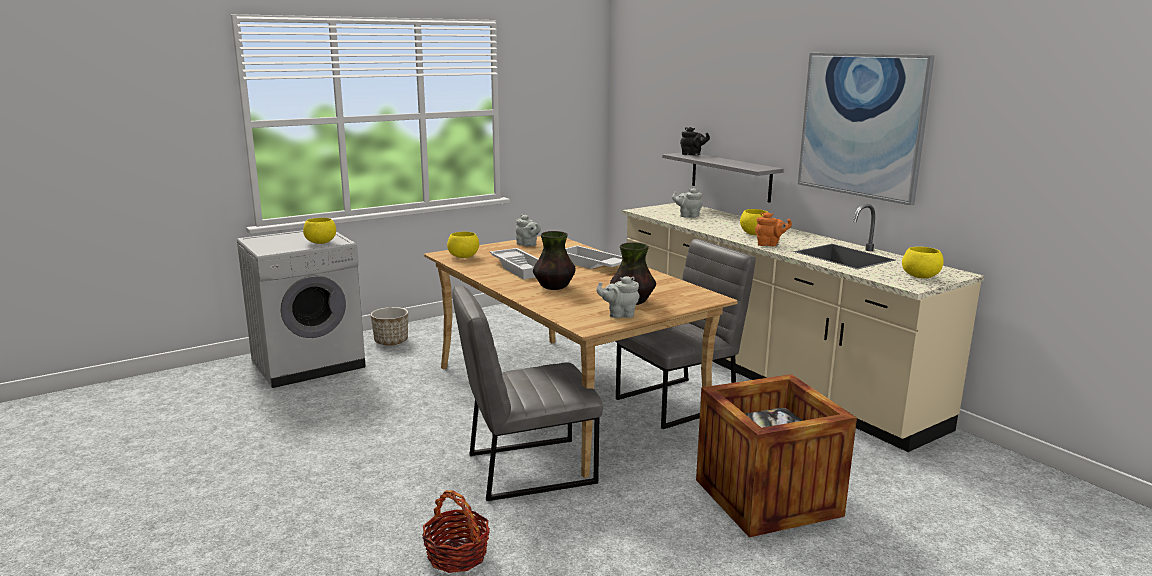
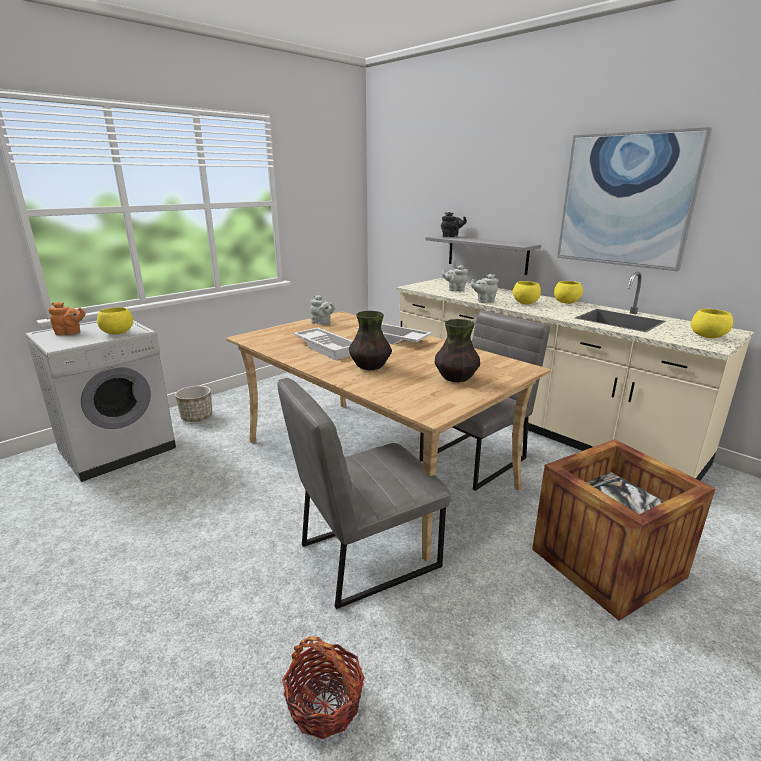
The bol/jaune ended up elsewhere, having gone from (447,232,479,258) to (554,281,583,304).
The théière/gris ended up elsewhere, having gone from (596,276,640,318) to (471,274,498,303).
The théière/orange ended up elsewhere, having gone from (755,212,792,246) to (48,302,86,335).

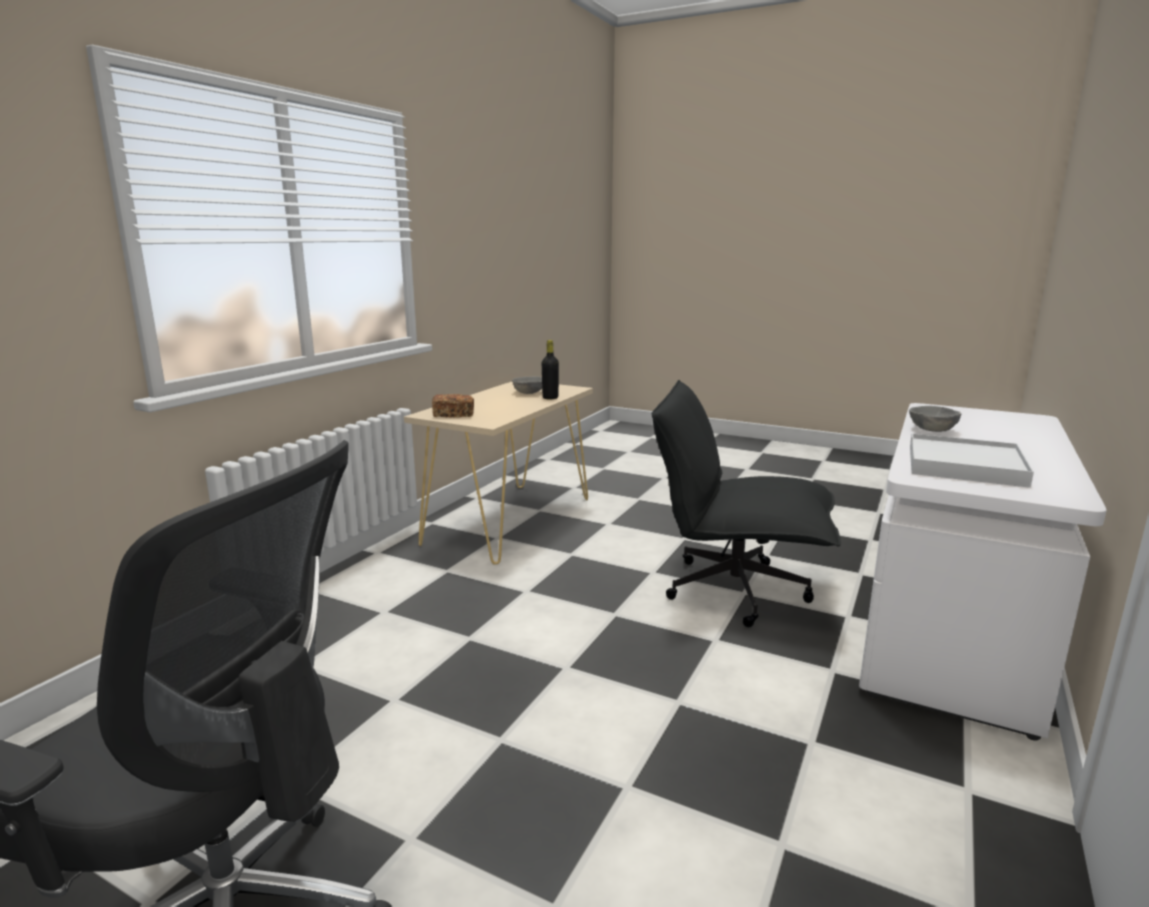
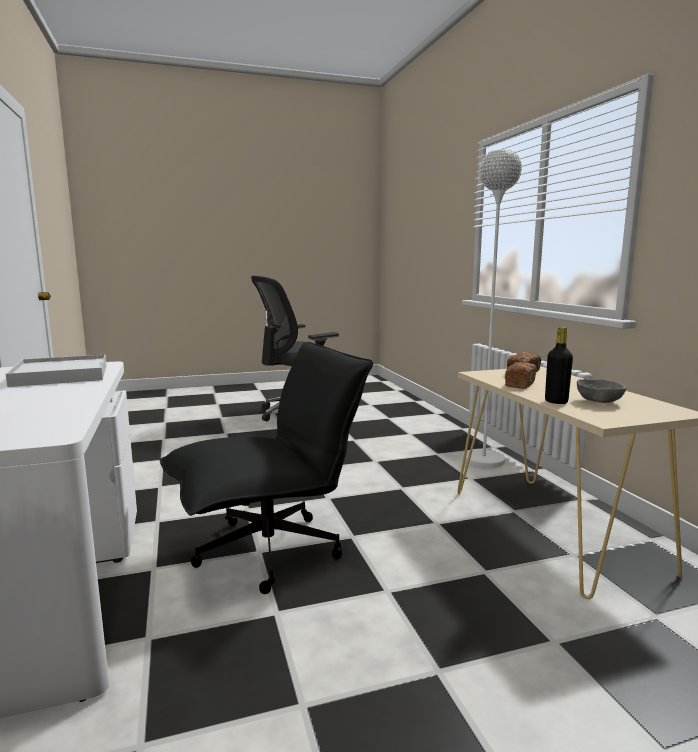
The second view lost the bol/gris at (909,406,961,432).
The second view gained the lampadaire/blanc at (463,149,522,468).
The second view gained the pain at (505,362,536,389).

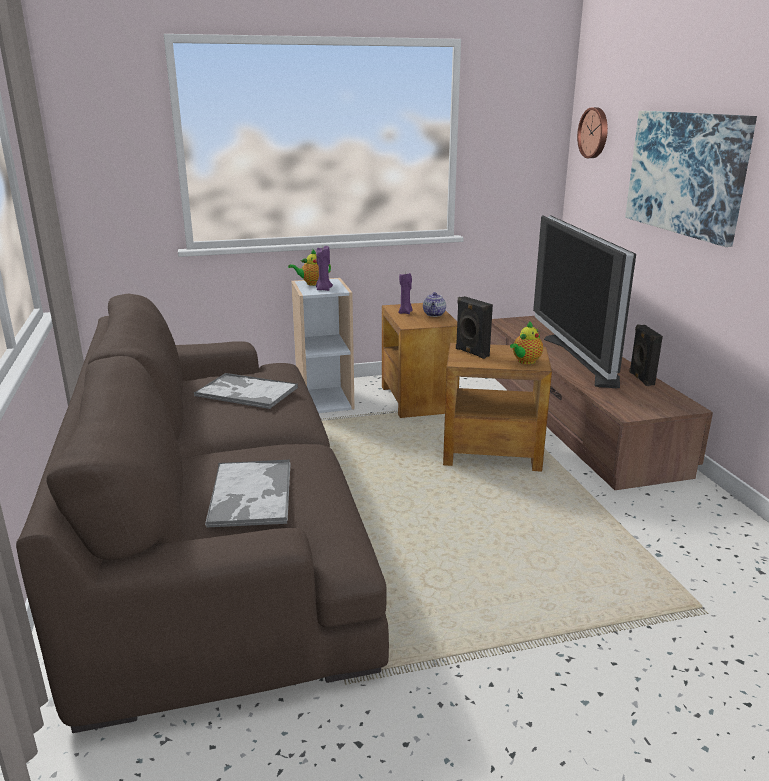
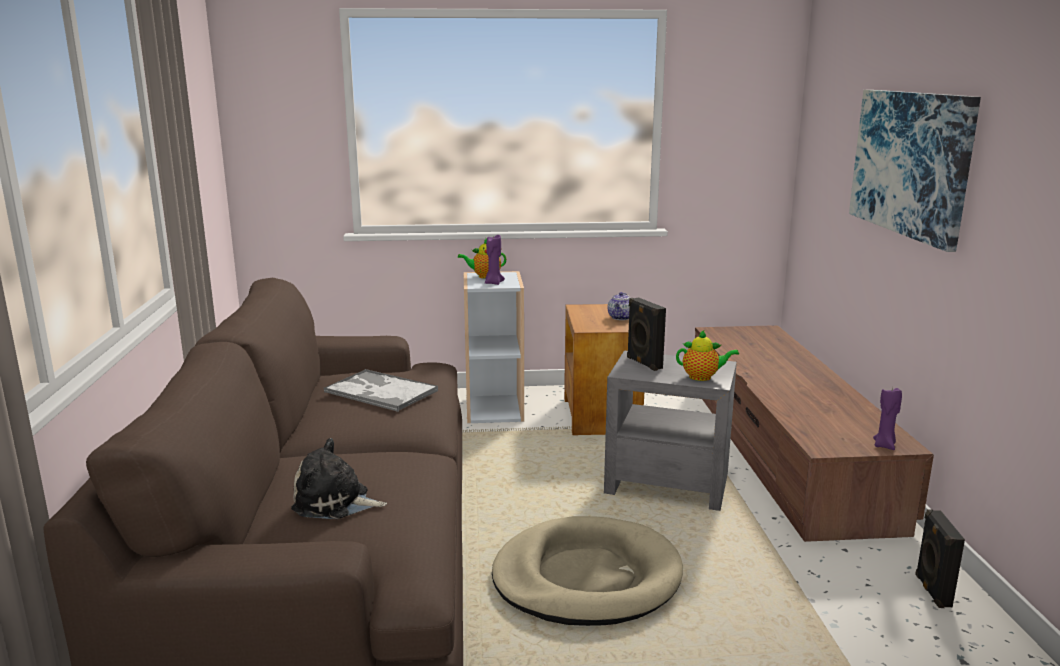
The second view lost the téléviseur at (533,215,636,388).
The second view lost the horloge murale at (577,107,608,158).
The second view gained the panier pour chien/beige at (492,516,683,626).
The bougie/violet ended up elsewhere, having gone from (399,273,413,314) to (873,387,902,450).
The enceinte/noir ended up elsewhere, having gone from (629,324,663,386) to (915,509,965,608).
Where the plateau stood at (205,459,291,528), the peluche came to stand at (291,438,387,519).
What was the table d'appoint/marron at (443,343,552,472) turned into the table d'appoint/gris at (604,350,737,511).
The théière at (510,321,543,364) ended up facing another way, 135 degrees counterclockwise from before.

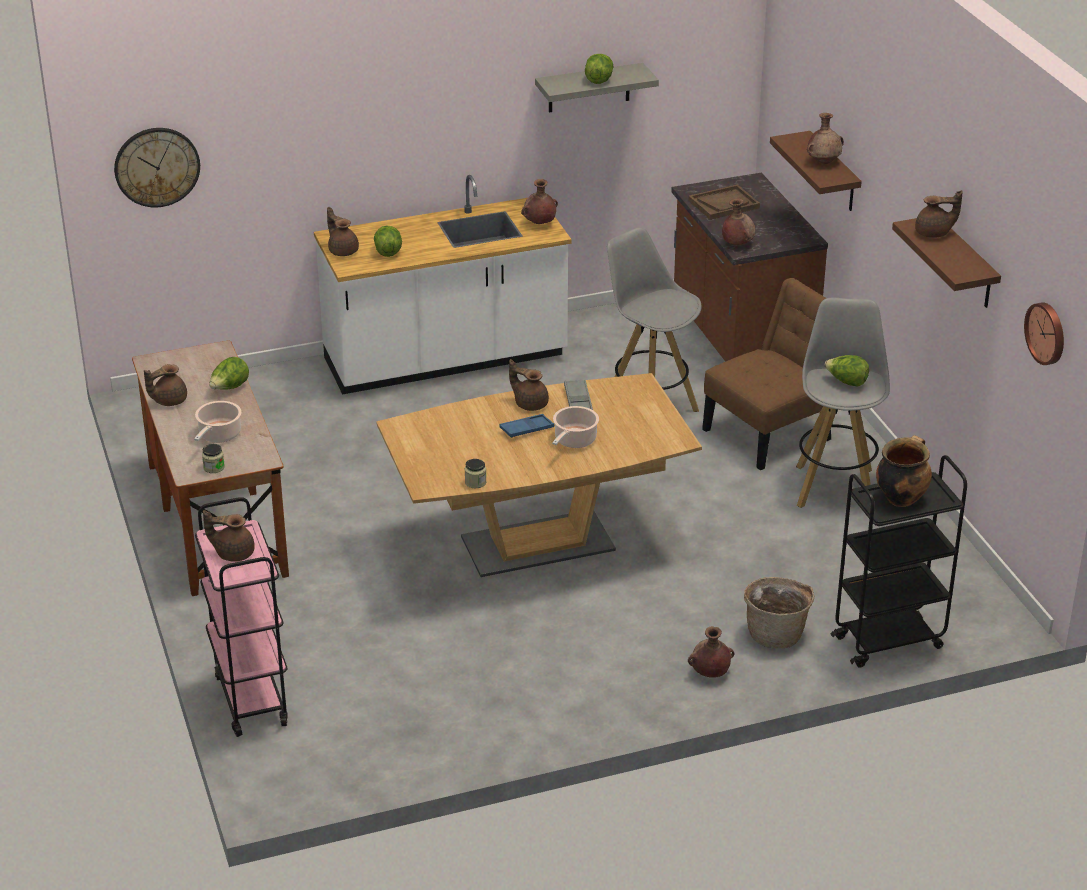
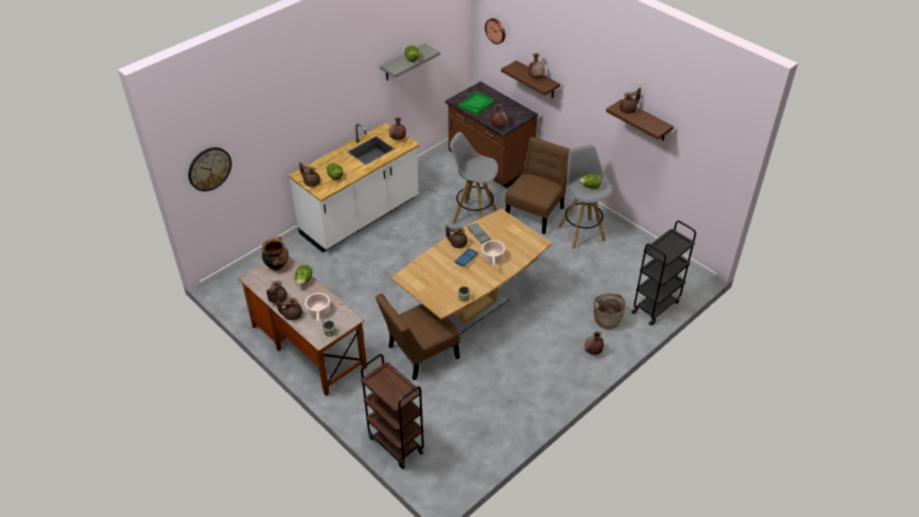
The second view gained the chaise/marron at (375,294,460,380).
The théière/marron ended up elsewhere, having gone from (203,510,255,562) to (276,298,303,320).
The marmite ended up elsewhere, having gone from (876,435,932,507) to (262,235,289,270).
The horloge murale ended up elsewhere, having gone from (1024,302,1064,365) to (485,18,505,44).
What was the chariot/rose at (195,497,288,737) turned into the chariot/marron at (361,354,424,469).
What was the plateau/marron at (688,185,760,220) turned into the plateau/vert at (459,92,494,115).

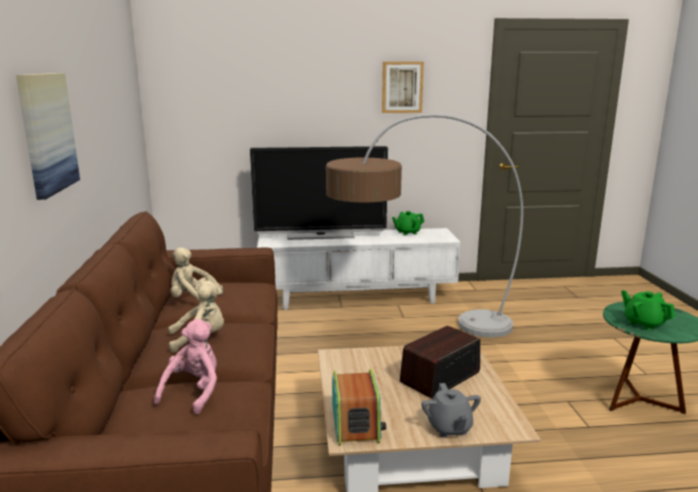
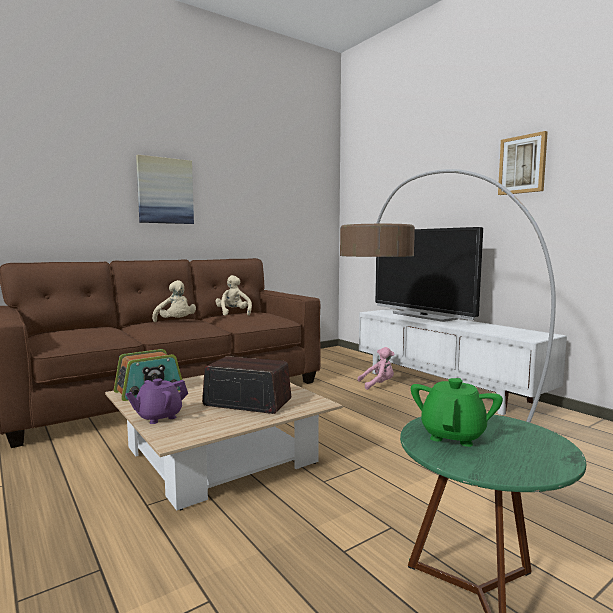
The second view lost the théière/vert at (392,211,424,235).
The peluche/rose ended up elsewhere, having gone from (154,319,217,414) to (357,347,394,390).
What was the théière/gris at (421,383,481,438) turned into the théière/violet at (125,378,188,424).

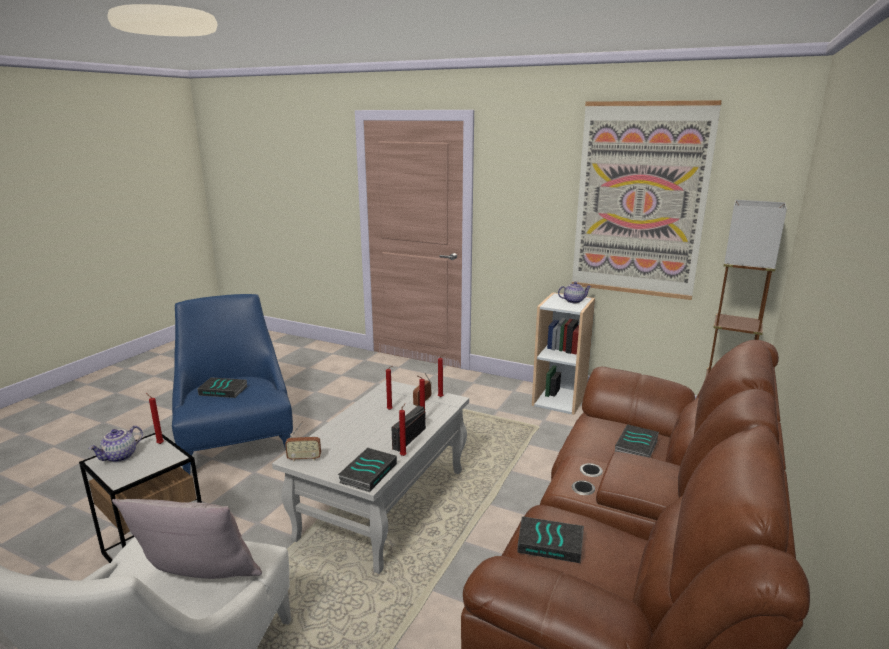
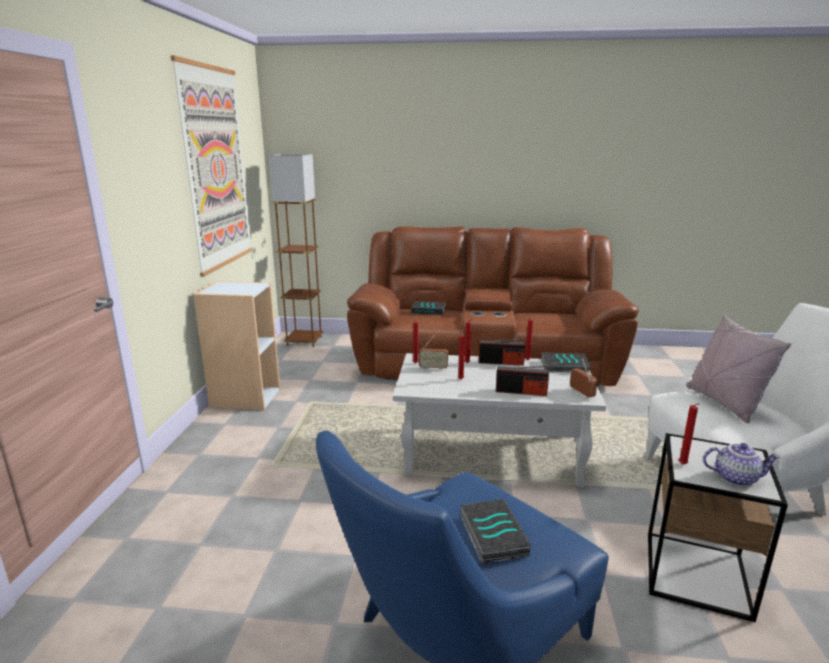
The second view lost the livre at (517,516,584,563).
The second view lost the théière at (558,282,592,303).
The second view gained the radio at (496,366,549,396).

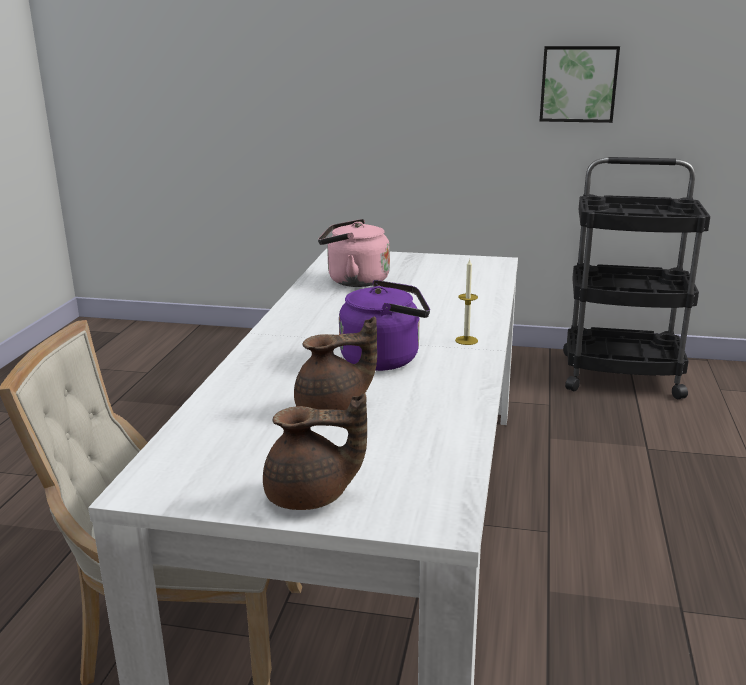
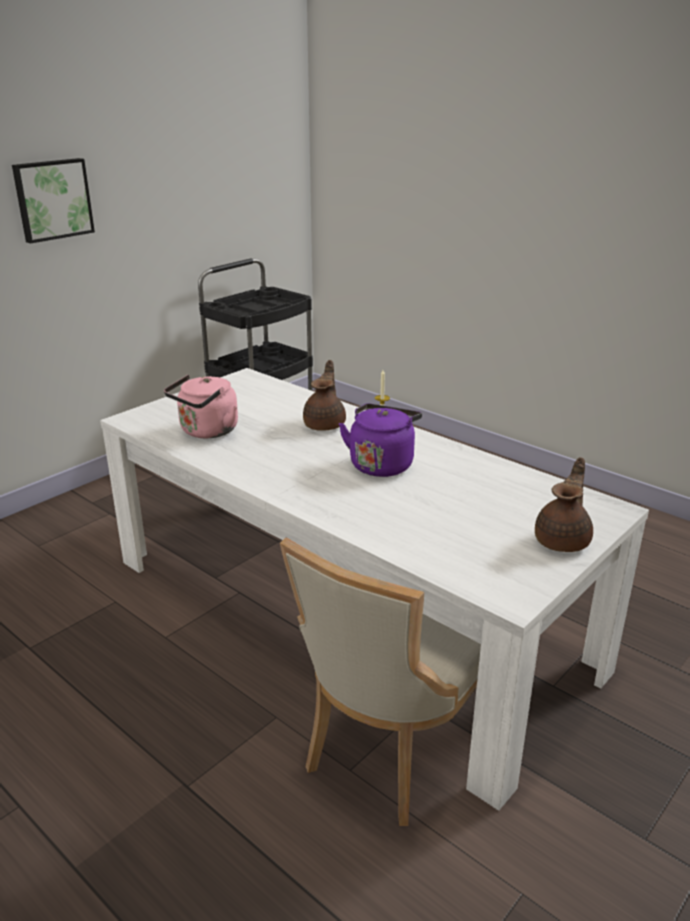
The théière/marron ended up elsewhere, having gone from (294,317,377,410) to (303,360,346,431).
The tableau ended up elsewhere, having gone from (540,46,620,123) to (12,158,95,243).

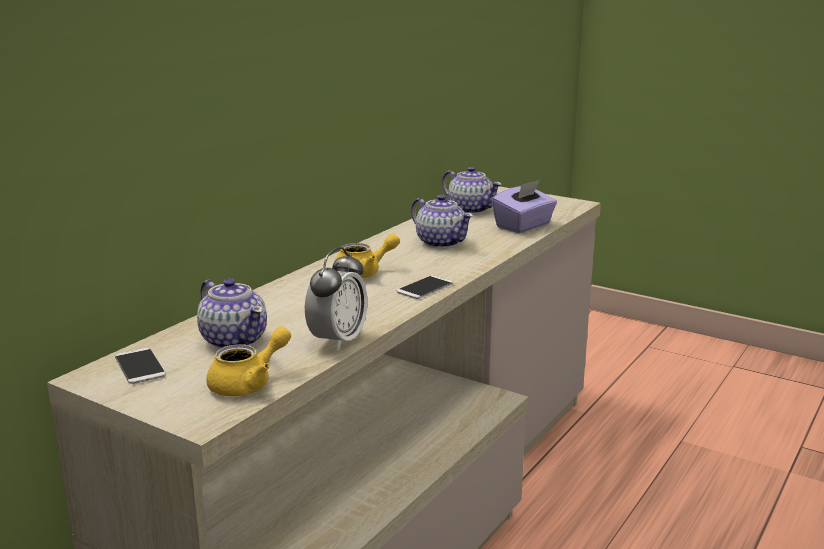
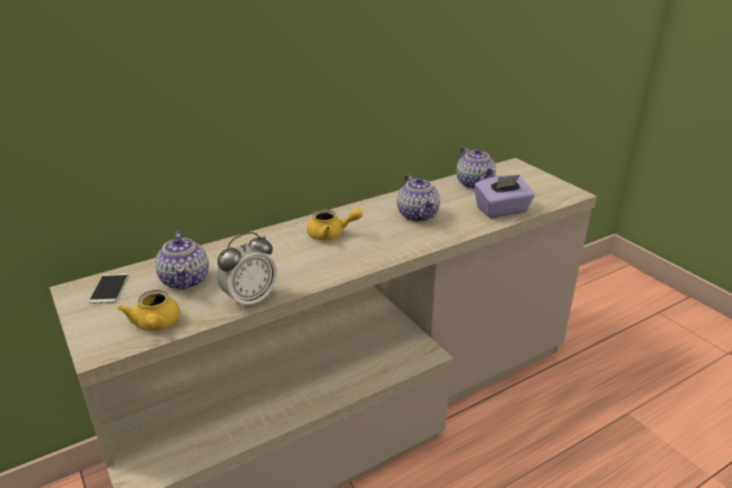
The second view lost the téléphone at (397,275,453,299).
The théière/jaune at (206,326,291,396) ended up facing another way, 90 degrees clockwise from before.

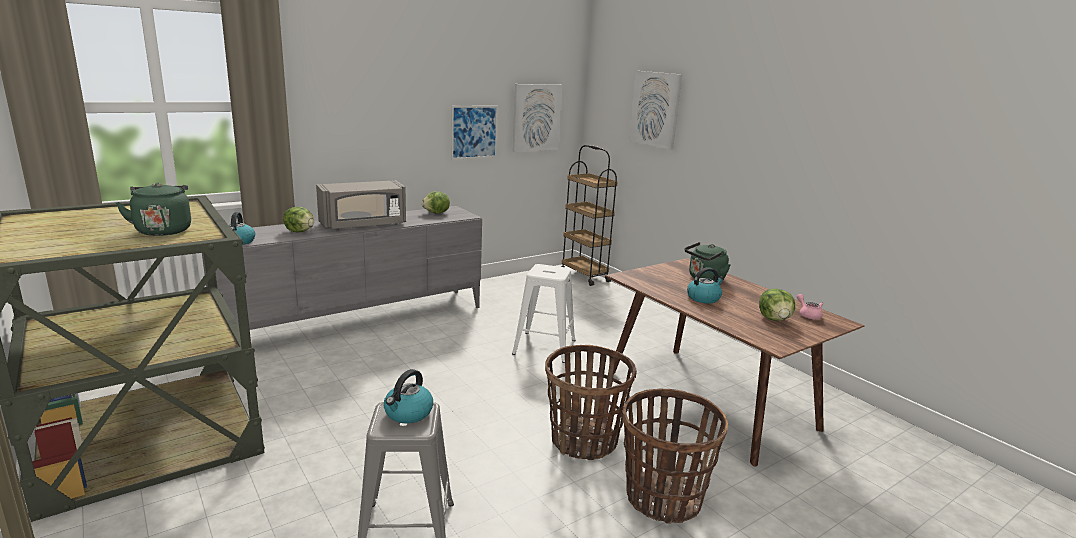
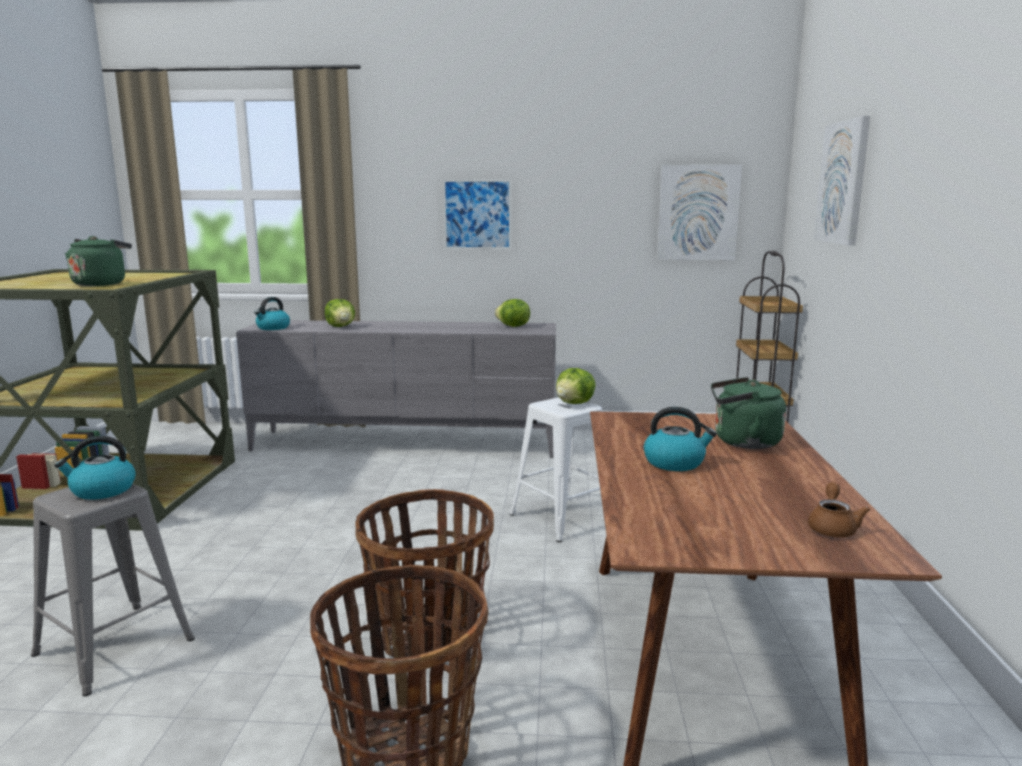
The second view lost the micro-ondes/gris at (316,180,406,230).
The tableau ended up elsewhere, having gone from (451,105,498,160) to (443,179,512,250).
The laitue ended up elsewhere, having gone from (759,288,795,321) to (556,368,596,404).
What was the théière/rose at (797,294,823,319) turned into the théière/marron at (808,482,870,537).

